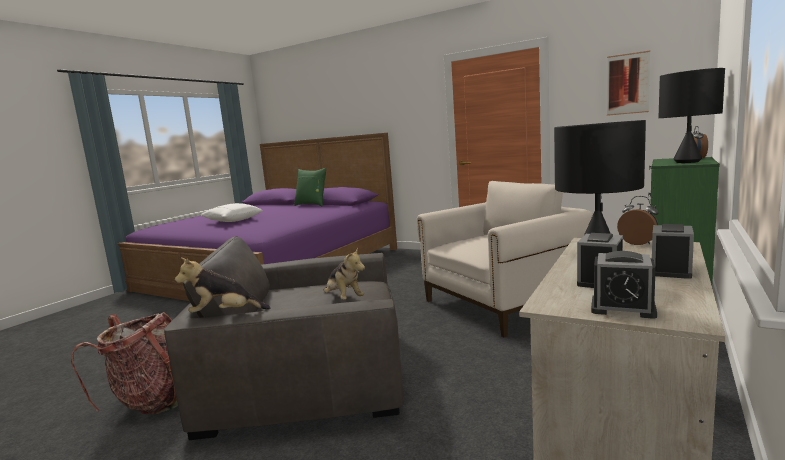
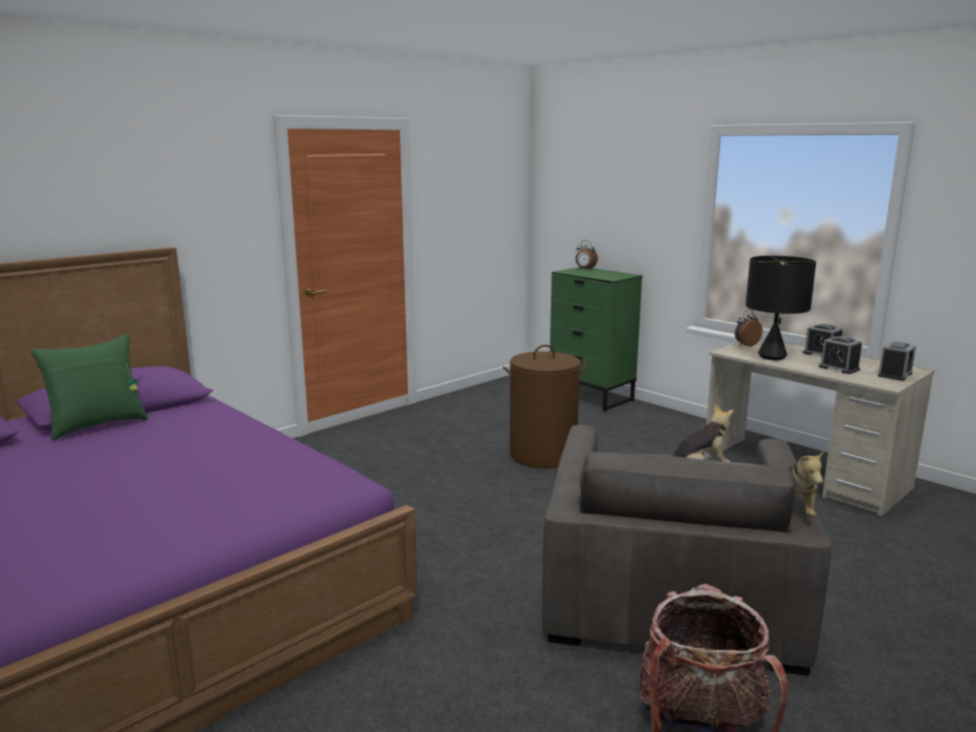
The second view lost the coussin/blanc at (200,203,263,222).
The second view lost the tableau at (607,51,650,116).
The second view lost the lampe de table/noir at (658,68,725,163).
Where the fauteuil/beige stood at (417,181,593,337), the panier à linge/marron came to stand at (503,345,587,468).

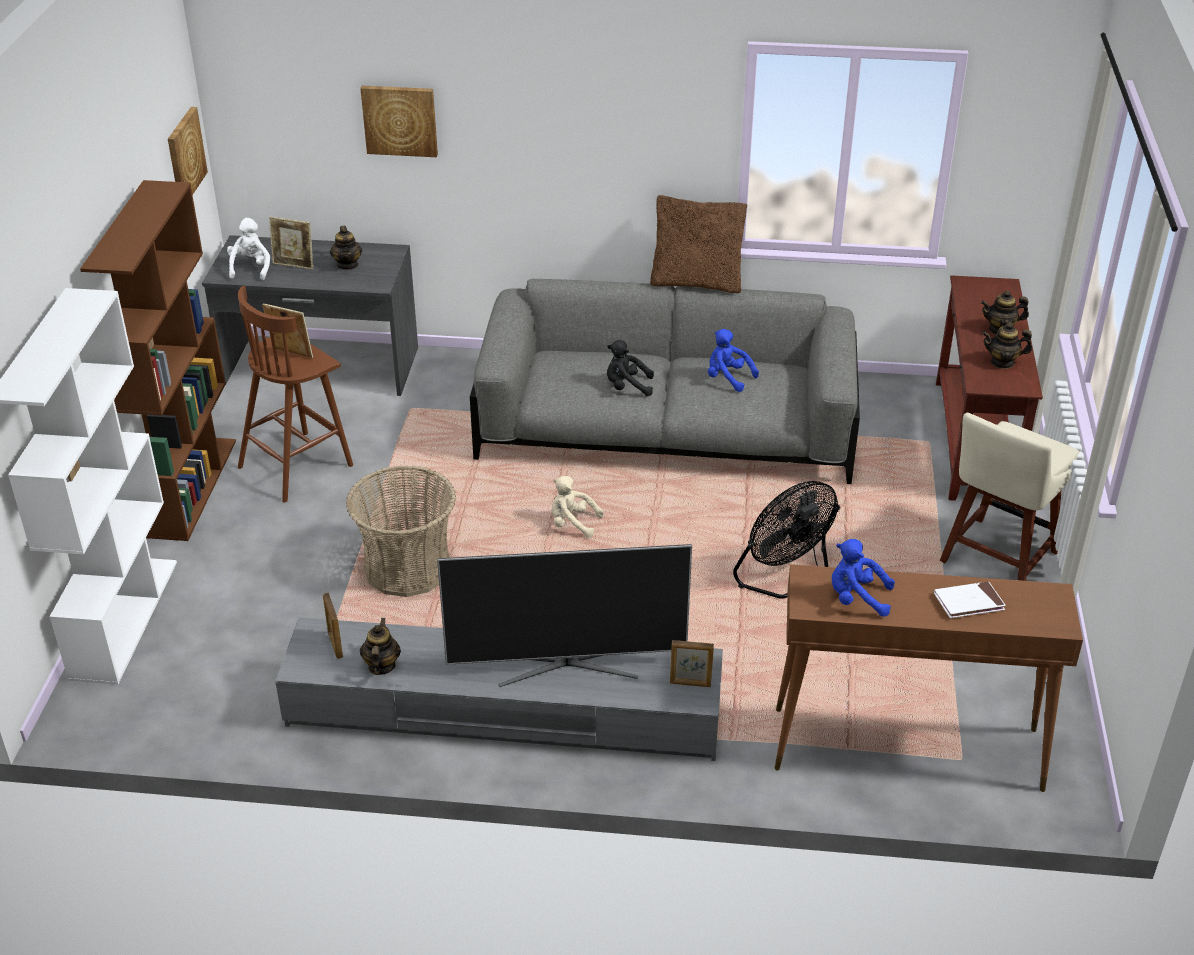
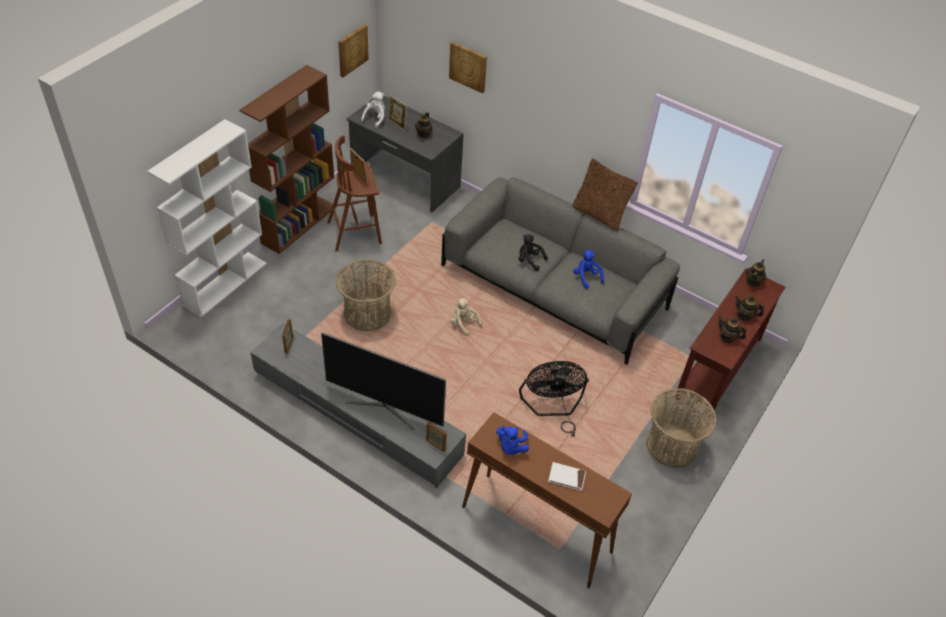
The théière ended up elsewhere, having gone from (360,618,401,675) to (746,260,766,286).
Where the tabouret/beige stood at (940,412,1080,581), the panier came to stand at (646,388,717,468).
The peluche/bleu at (832,539,895,617) ended up facing another way, 120 degrees counterclockwise from before.

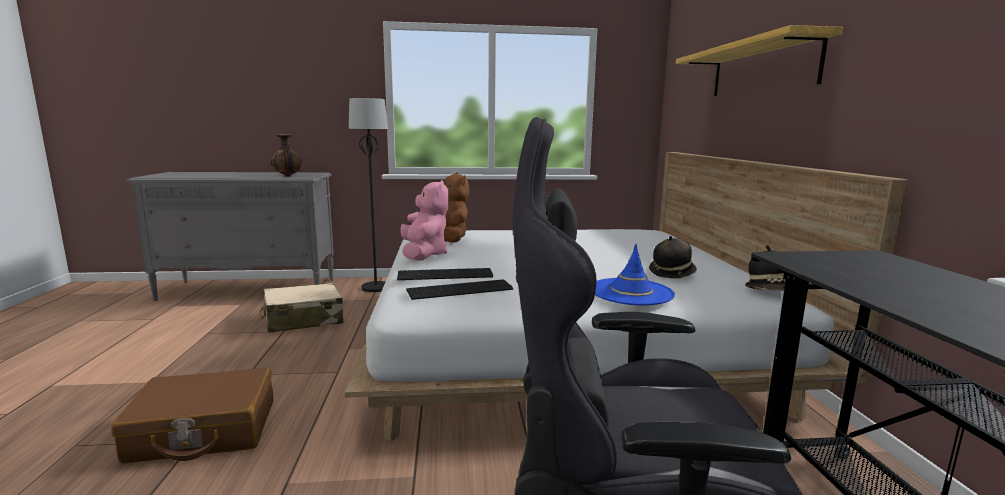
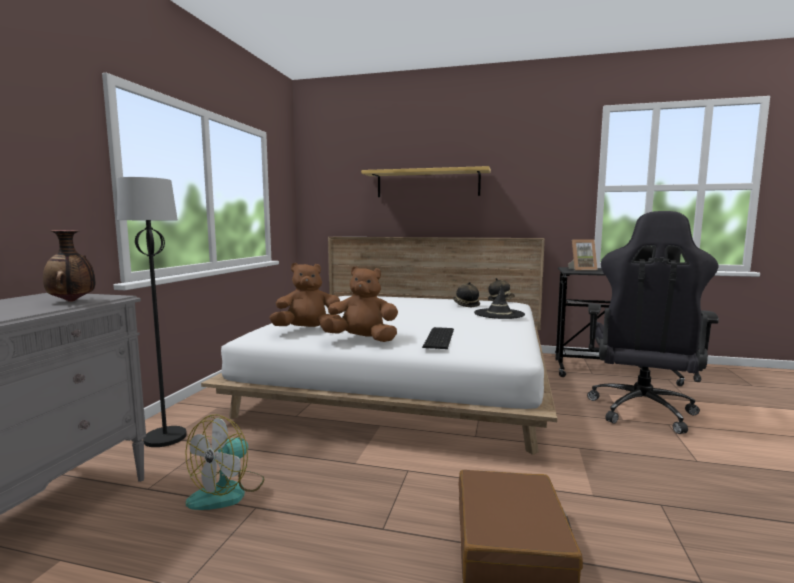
The second view lost the clavier at (406,279,513,300).
The second view gained the cadre photo at (568,239,598,271).
Where the valise/beige stood at (259,283,344,333), the ventilateur came to stand at (185,415,264,510).
What was the peluche/rose at (400,180,449,260) turned into the peluche/marron at (320,266,398,342).
What was the chapeau/bleu at (595,244,675,305) turned into the chapeau/noir at (474,285,525,319).

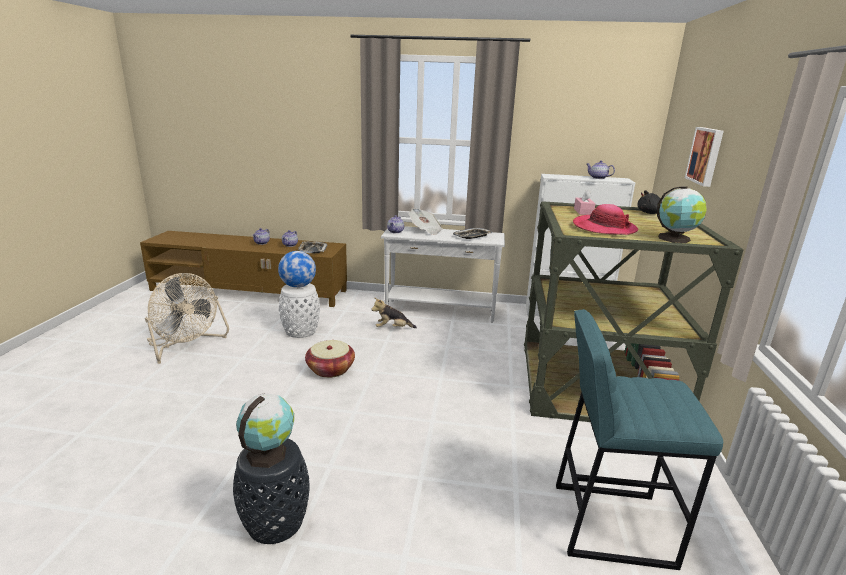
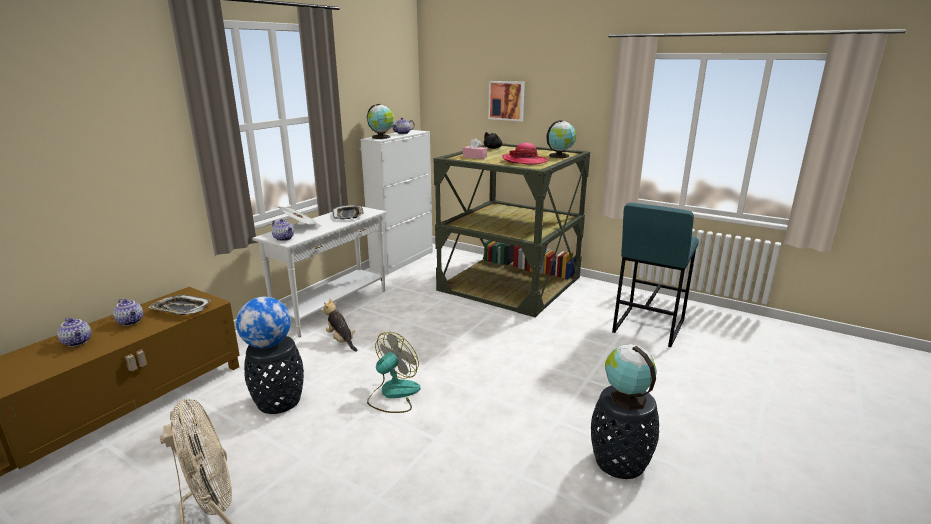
The second view gained the globe at (367,104,394,139).
Where the panier stood at (305,340,355,378), the ventilateur came to stand at (367,332,421,413).
What was the tabouret/blanc at (279,283,320,338) turned into the tabouret/noir at (244,336,304,414).
The peluche at (371,297,417,328) ended up facing another way, 120 degrees clockwise from before.

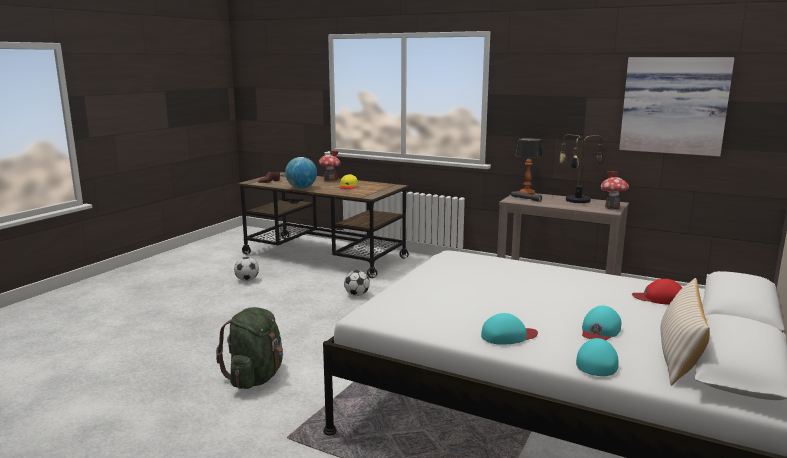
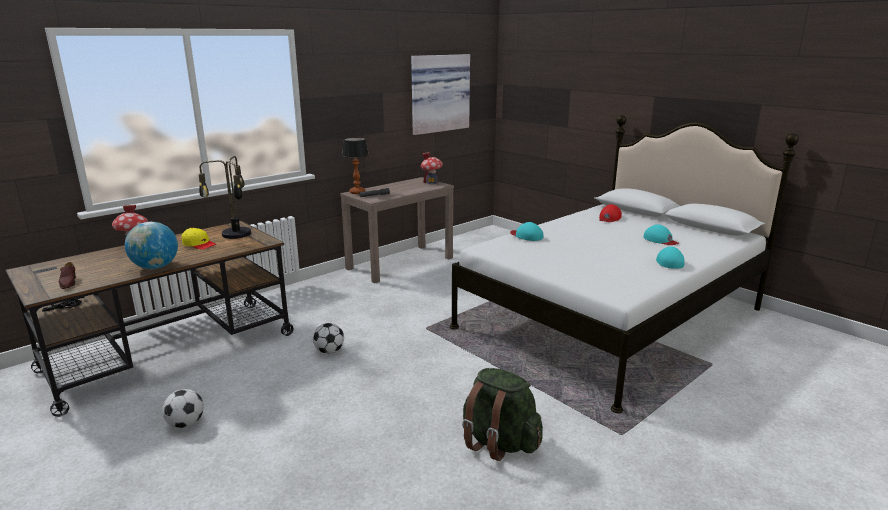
The second view lost the coussin/beige at (661,278,710,386).
The lampe de table ended up elsewhere, having gone from (559,134,603,203) to (199,156,251,239).
The casquette/turquoise ended up elsewhere, having gone from (576,338,619,376) to (510,222,543,241).

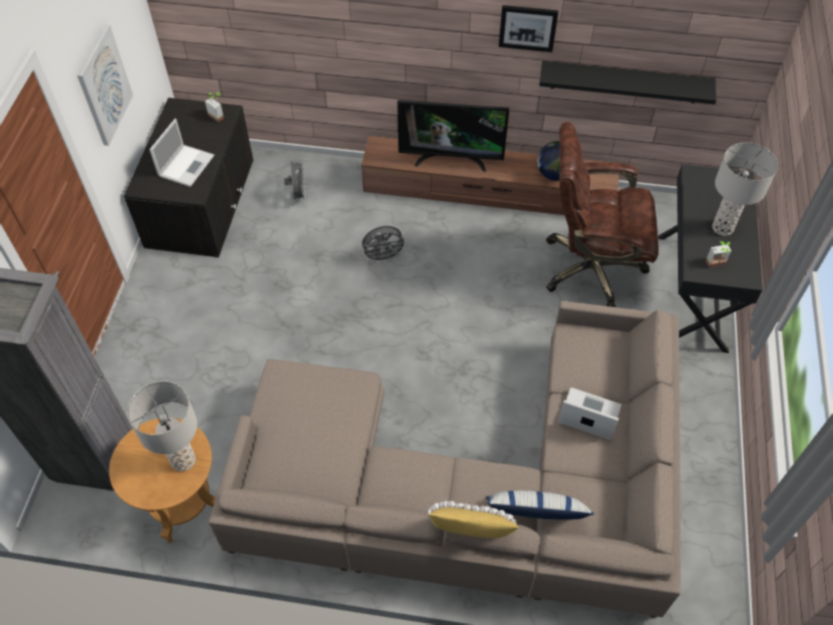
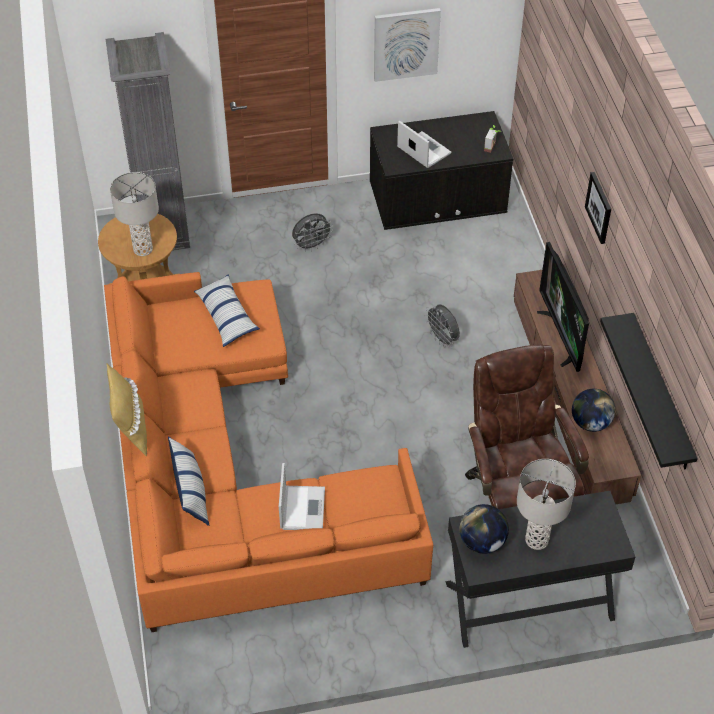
The second view gained the coussin at (194,274,260,347).
The ventilateur/gris ended up elsewhere, having gone from (284,159,307,202) to (292,213,333,252).
The tableau ended up elsewhere, having gone from (499,5,558,52) to (585,172,611,244).
Where the plante en pot stood at (705,241,731,267), the globe came to stand at (459,504,509,554).
What was the canapé/beige at (209,301,681,618) turned into the canapé/orange at (104,272,433,632).
The ordinateur portable at (149,119,214,187) ended up facing another way, 135 degrees counterclockwise from before.

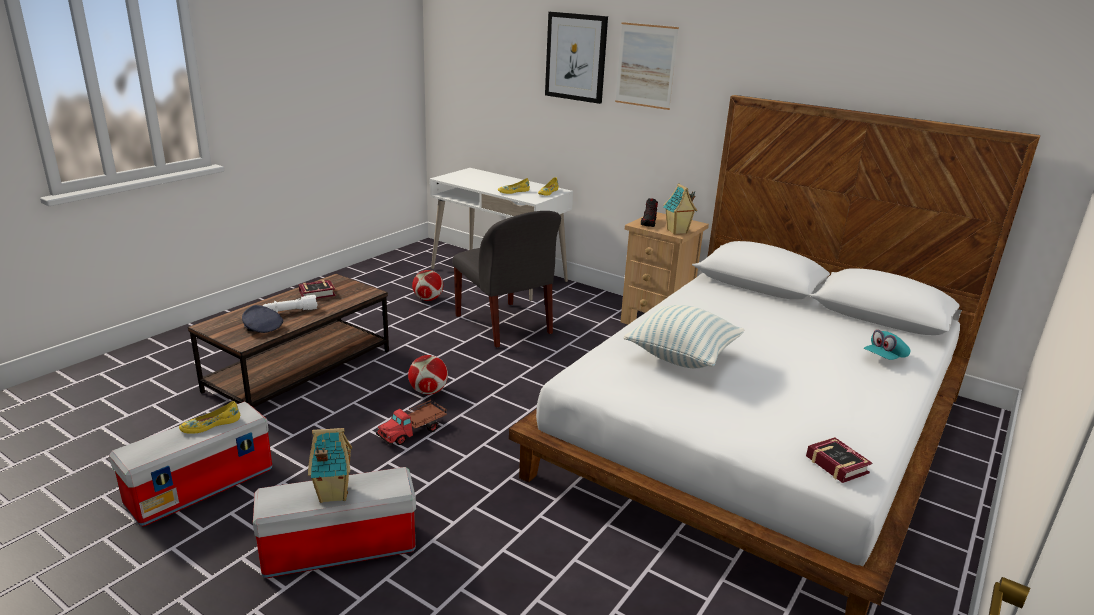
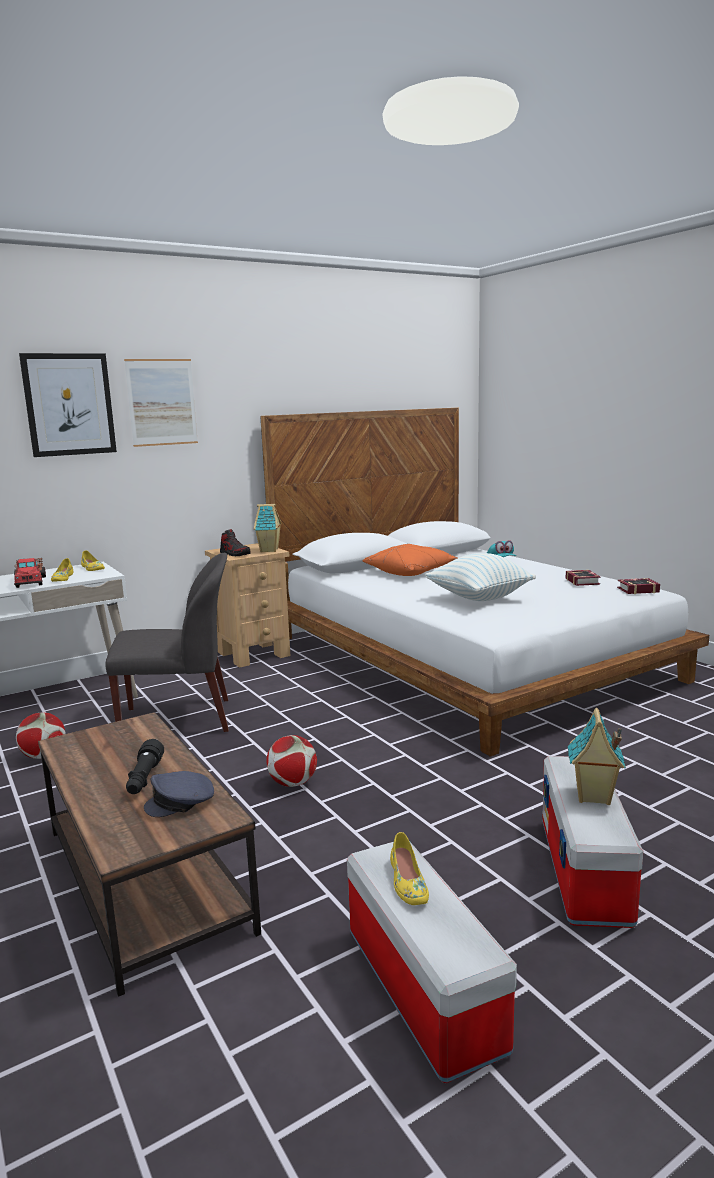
The second view gained the coussin/orange at (363,544,457,576).
The livre ended up elsewhere, having gone from (299,280,336,299) to (565,570,601,586).
The camion jouet ended up elsewhere, having gone from (376,399,447,445) to (14,558,46,588).
What was the lampe de poche/blanc at (263,295,318,313) turned into the lampe de poche/noir at (126,739,164,794).

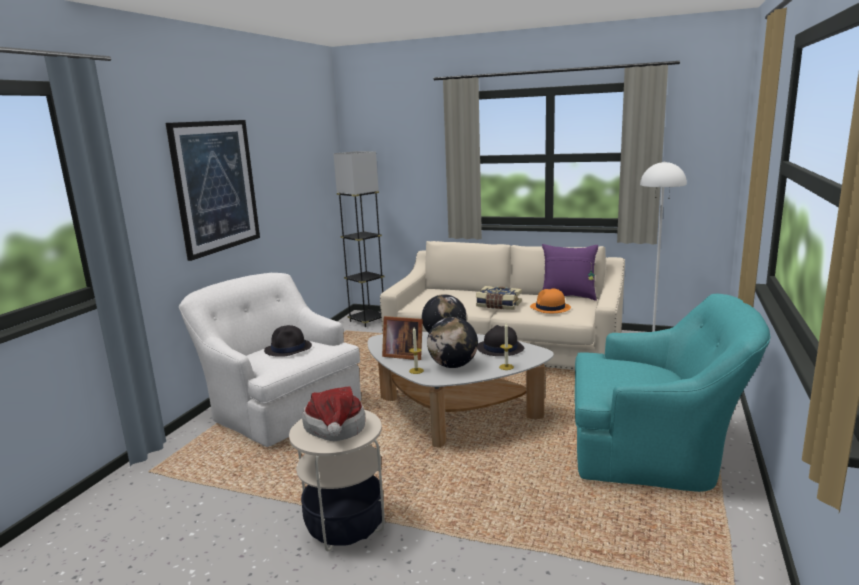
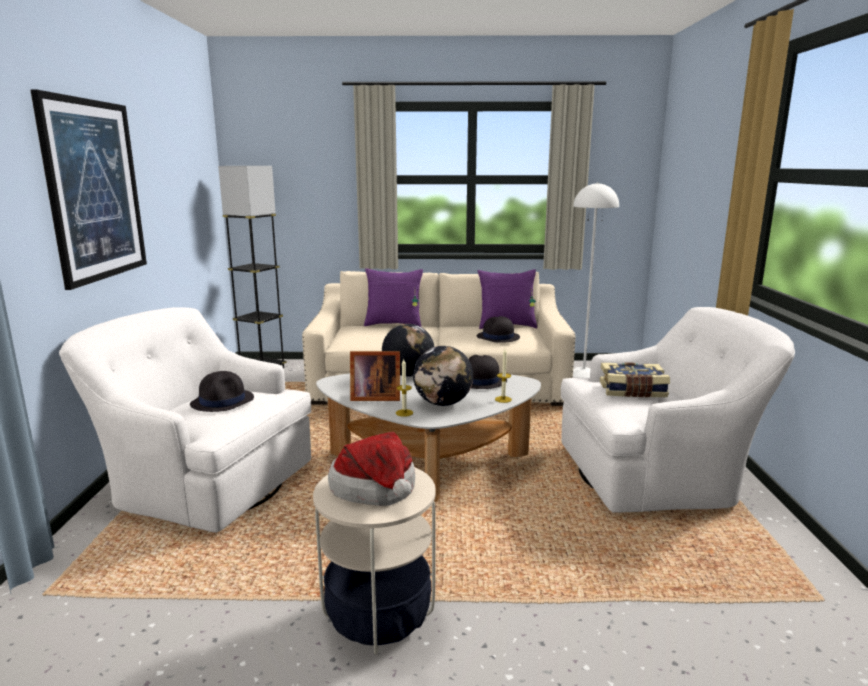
The second view gained the coussin/violet at (364,268,423,327).
The livre ended up elsewhere, having gone from (476,286,522,310) to (600,362,670,397).
What was the chapeau/orange at (530,288,571,313) turned into the chapeau/noir at (477,316,520,343).
What was the fauteuil/turquoise at (575,294,771,492) turned into the fauteuil/blanc at (561,307,795,513).

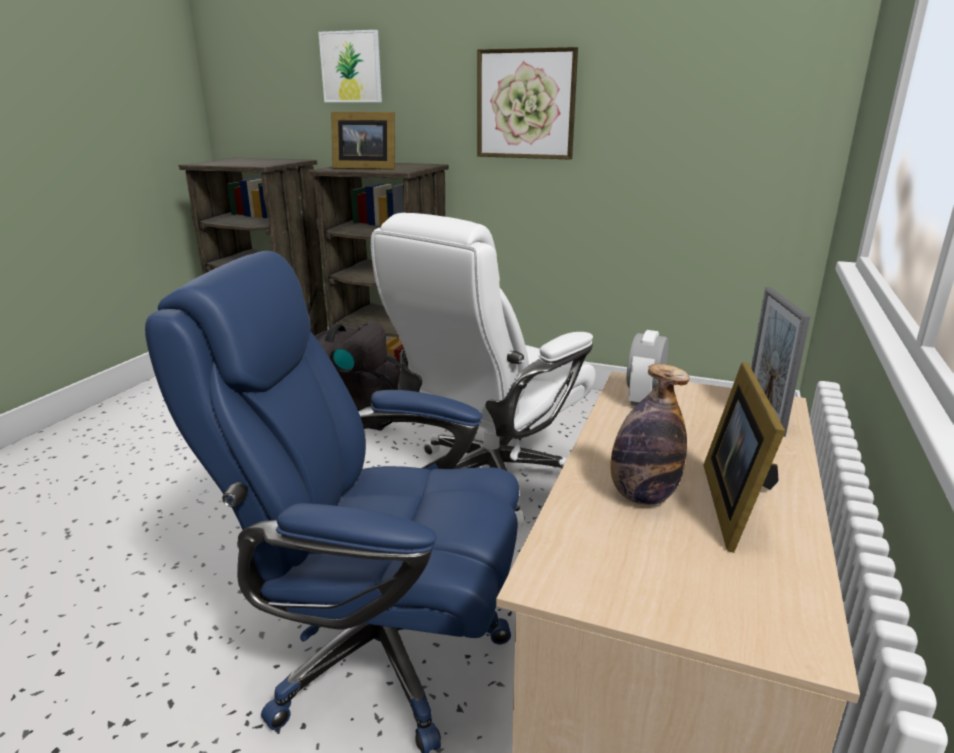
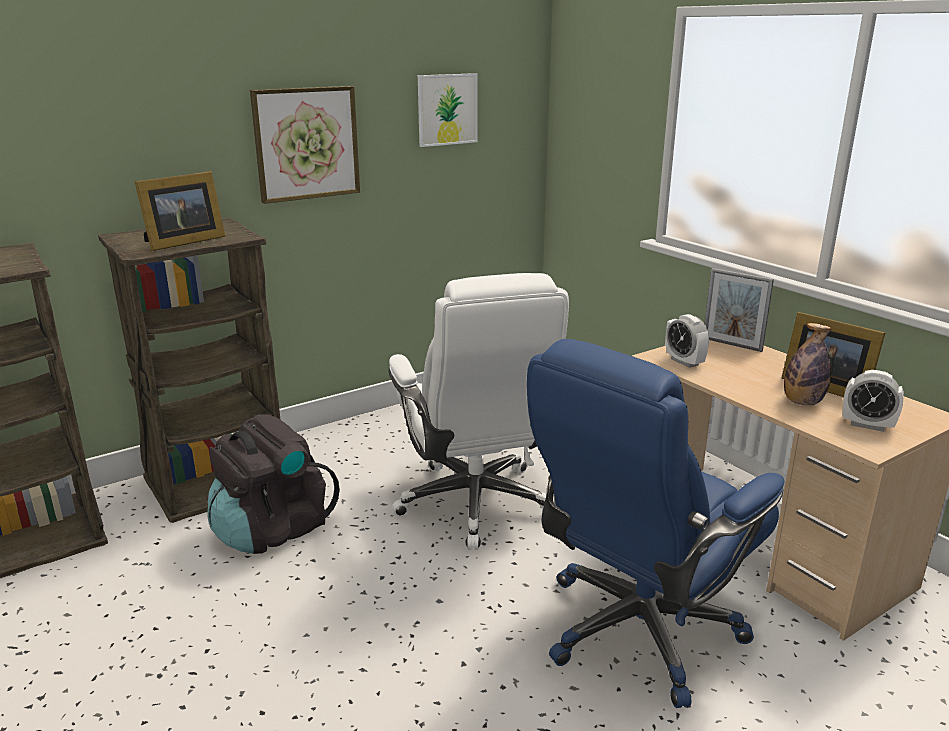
The second view gained the réveil at (843,370,904,432).
The tableau ended up elsewhere, having gone from (318,30,382,102) to (418,73,477,147).

